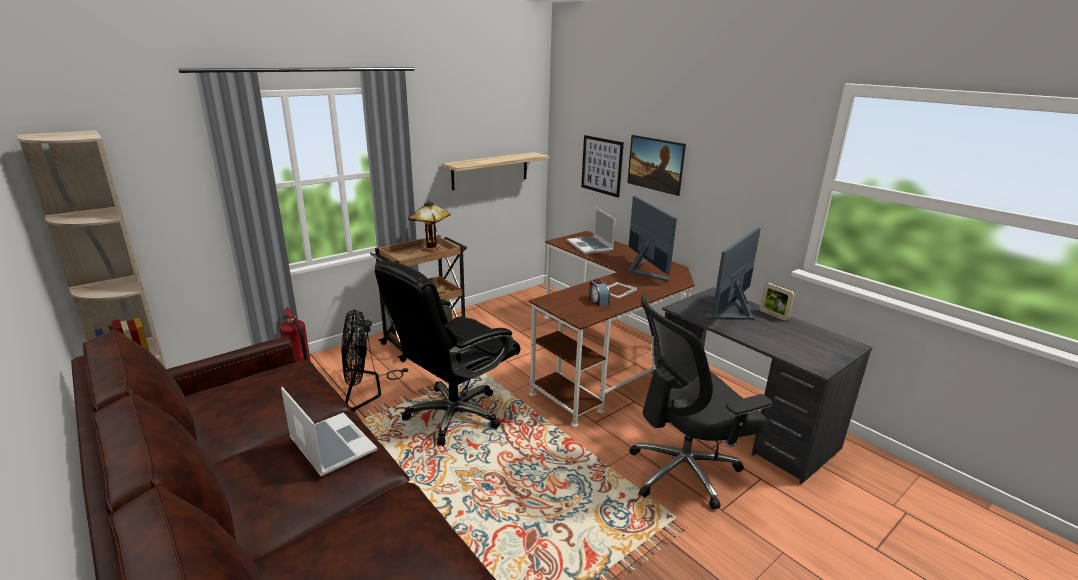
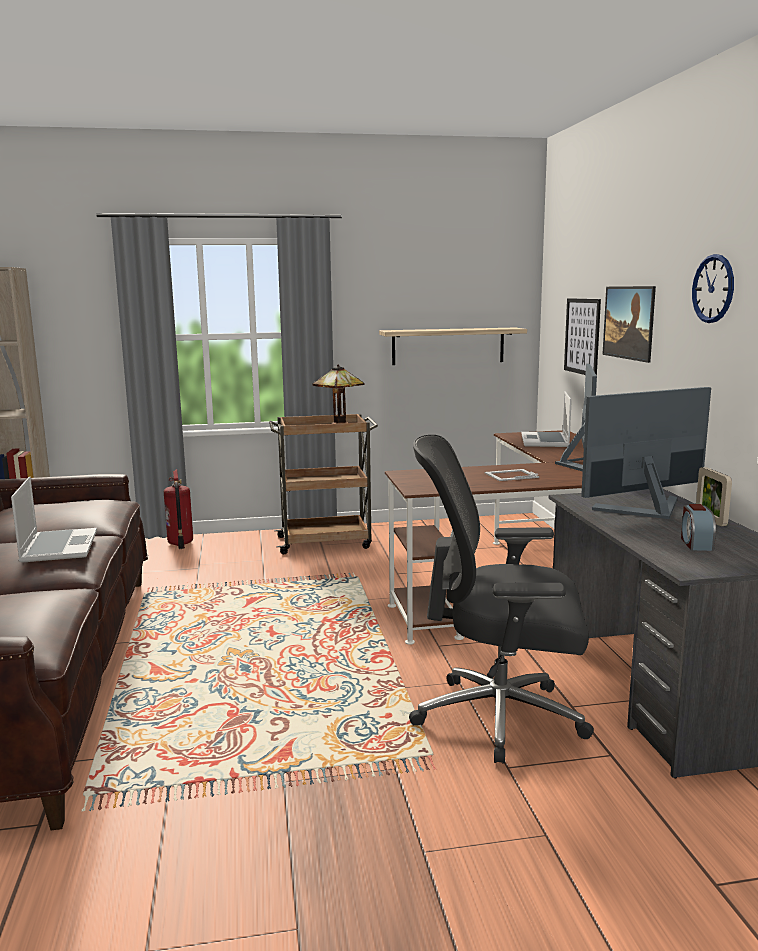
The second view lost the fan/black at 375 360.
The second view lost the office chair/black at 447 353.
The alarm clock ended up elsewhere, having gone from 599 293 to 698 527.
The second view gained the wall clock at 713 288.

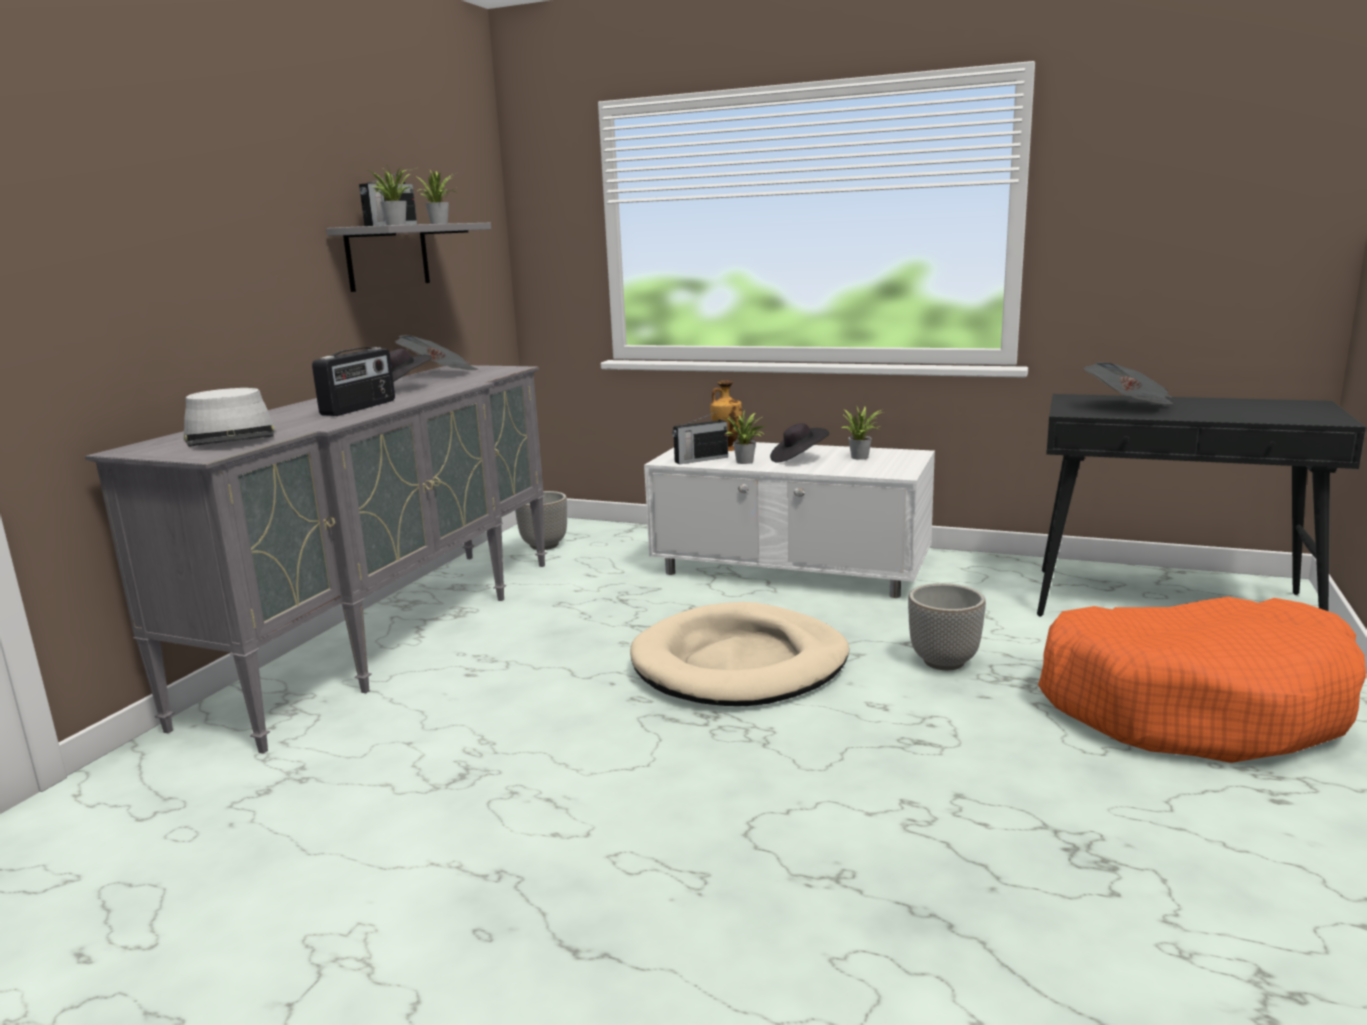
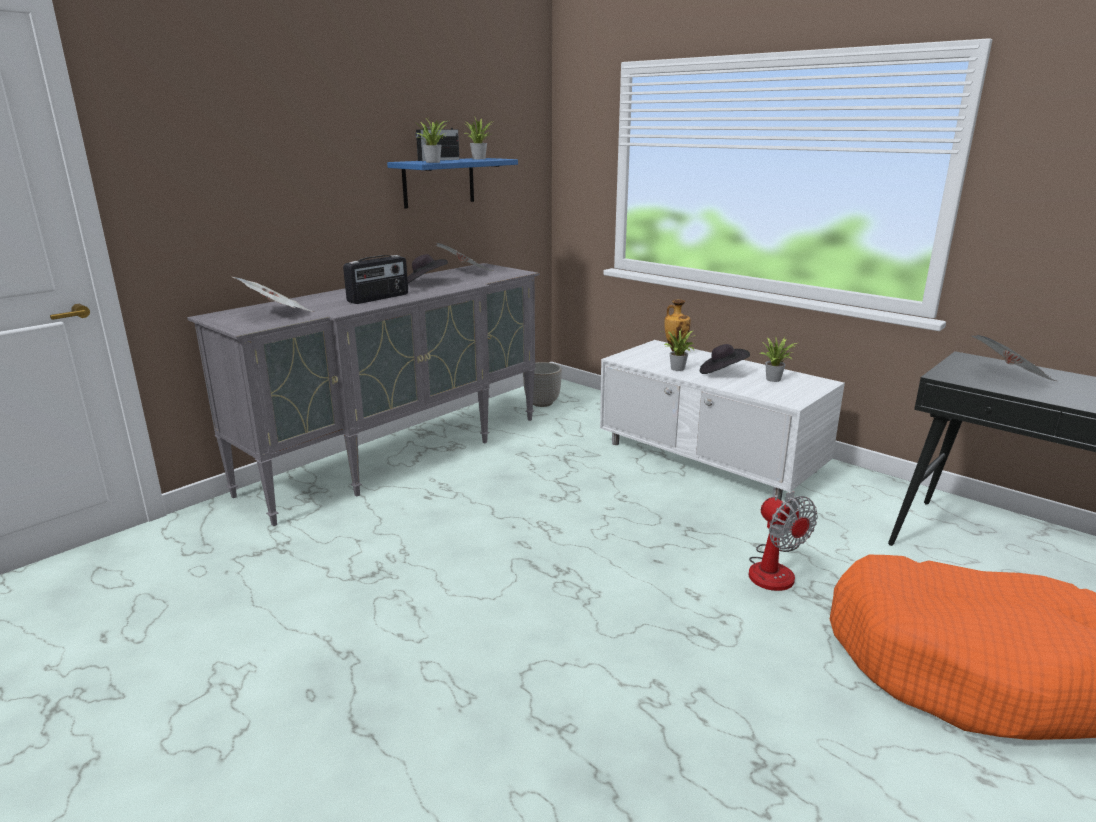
Where the hat/grey stood at 229 417, the newspaper came to stand at 273 294.
What was the shelf/grey at 408 257 turned into the shelf/blue at 452 183.
The second view lost the dog bed/beige at 739 654.
The second view lost the radio at 700 437.
Where the planter stood at 947 626, the fan came to stand at 783 541.

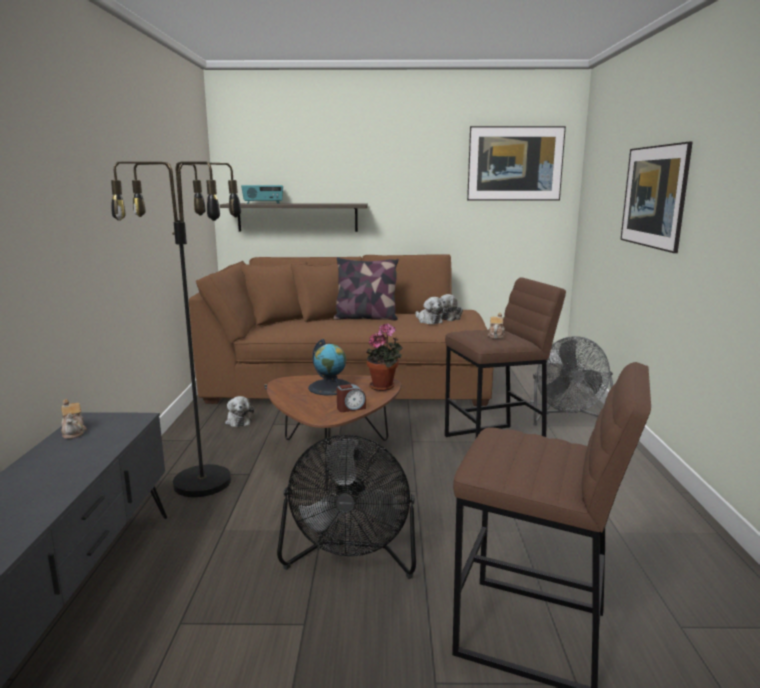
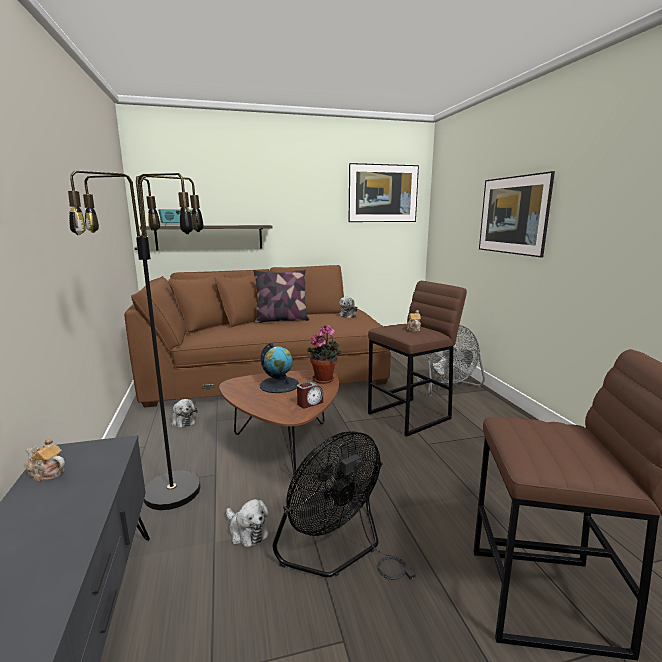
The teapot at 74 419 ended up facing another way, 150 degrees clockwise from before.
The fan/black at 346 507 ended up facing another way, 150 degrees clockwise from before.
The plush toy ended up elsewhere, having gone from 429 310 to 247 523.

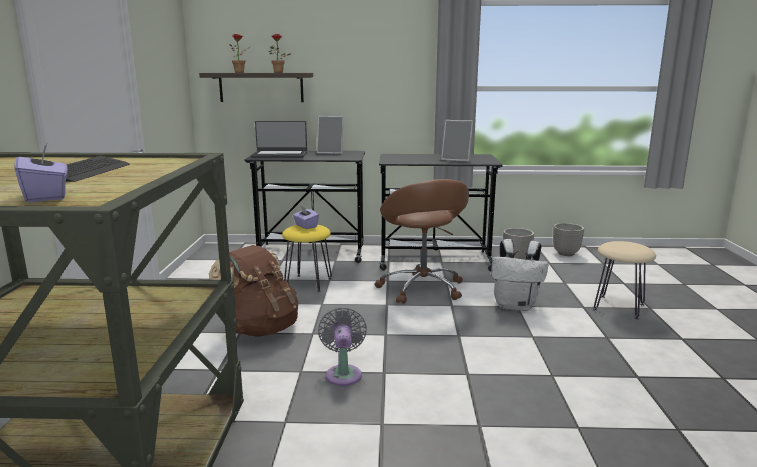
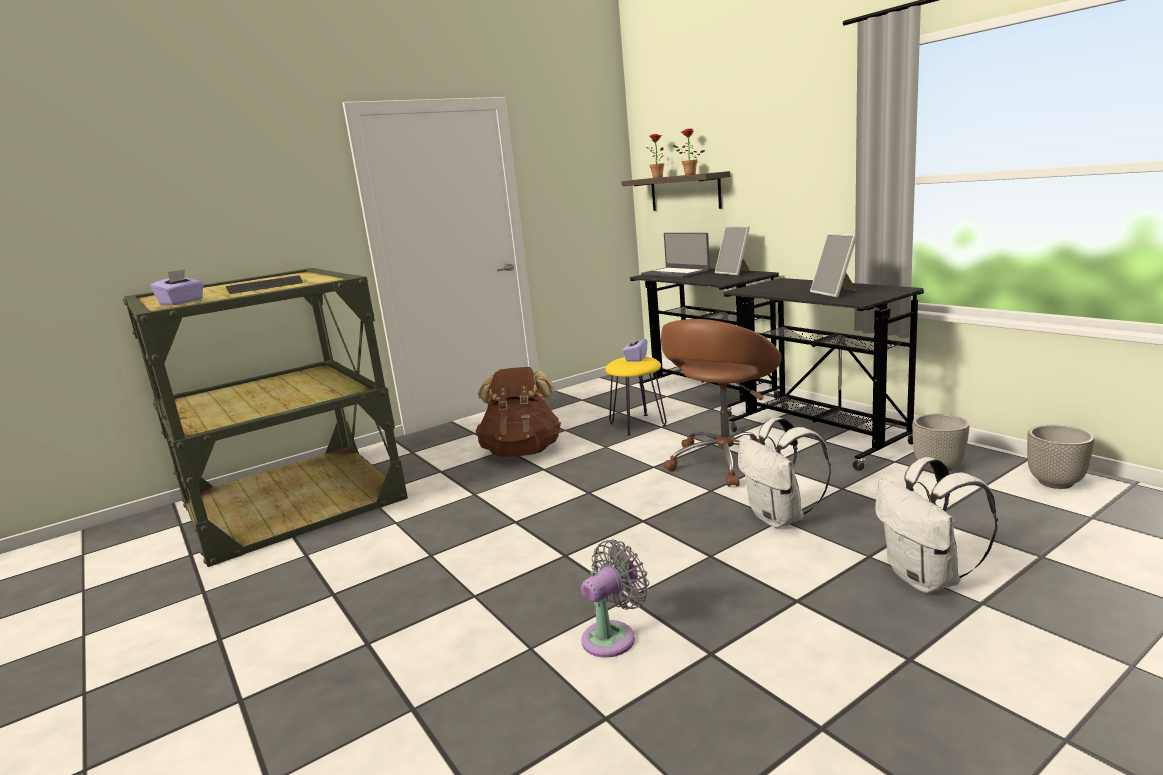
The fan/grey ended up elsewhere, having gone from 342 346 to 615 599.
Where the stool/beige stood at 624 280, the backpack/white came to stand at 936 525.

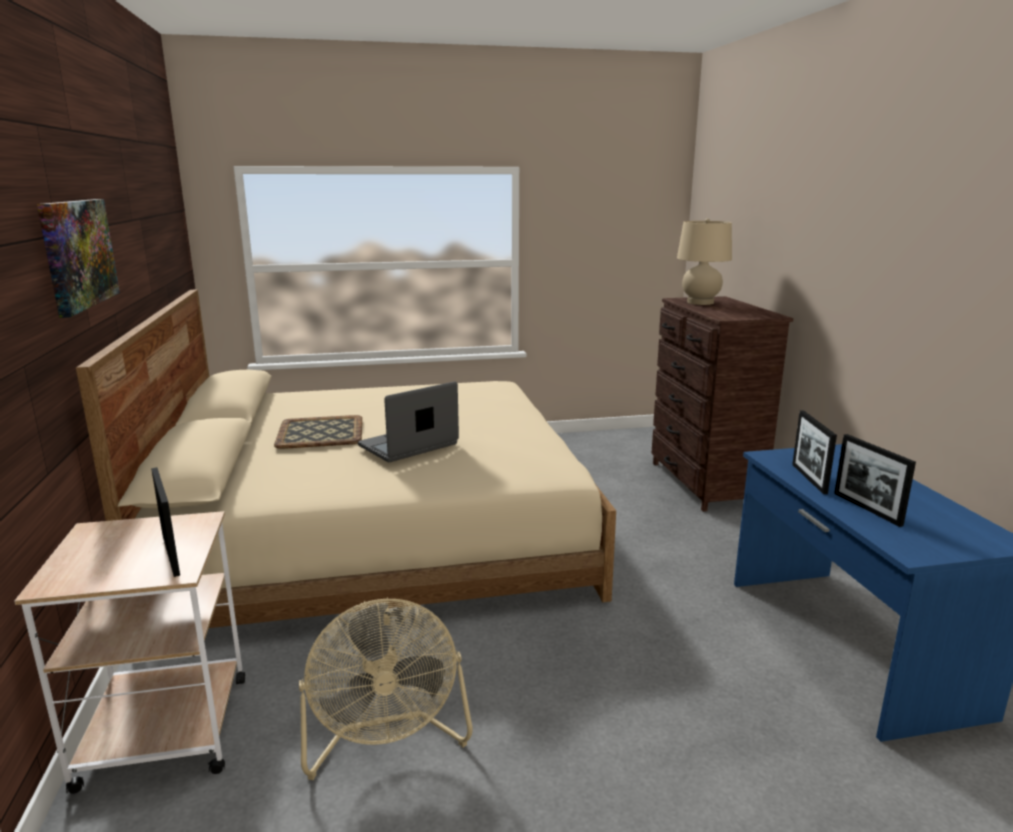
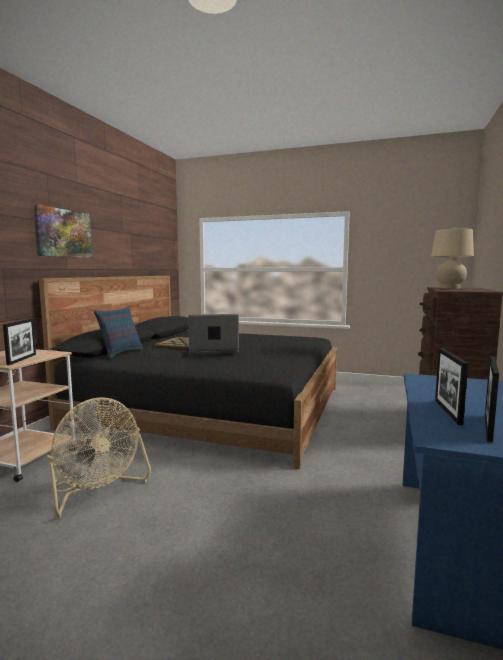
What was the bed/beige at 346 459 turned into the bed/black at 188 372.
The fan/beige at 386 688 ended up facing another way, 60 degrees counterclockwise from before.
The picture frame ended up elsewhere, having gone from 814 452 to 492 399.
The second view gained the pillow/blue at 118 333.

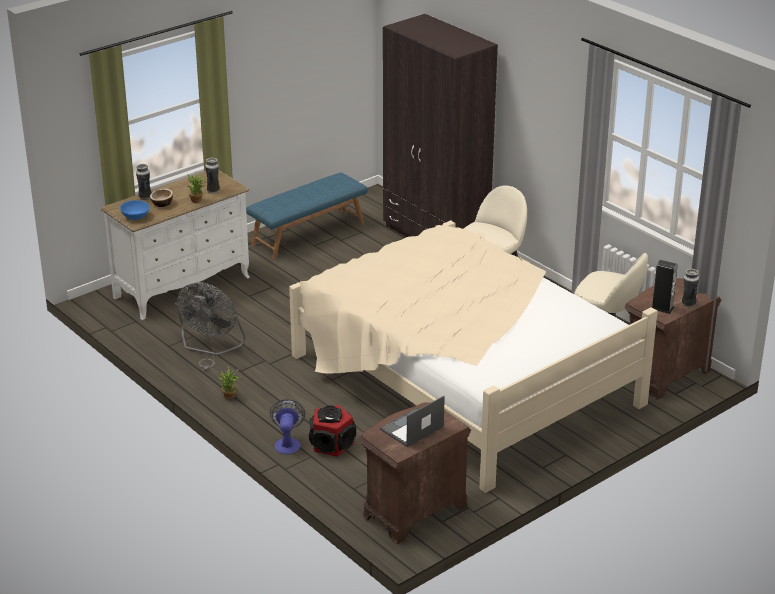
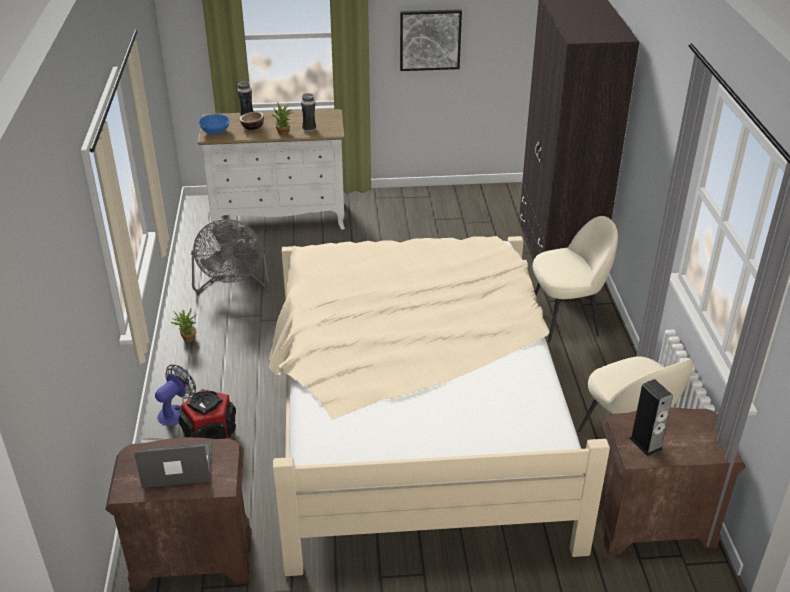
The fan/grey at 210 326 ended up facing another way, 120 degrees clockwise from before.
The second view lost the bench/blue at 307 216.
The second view lost the vase at 690 288.
The second view gained the picture at 431 40.

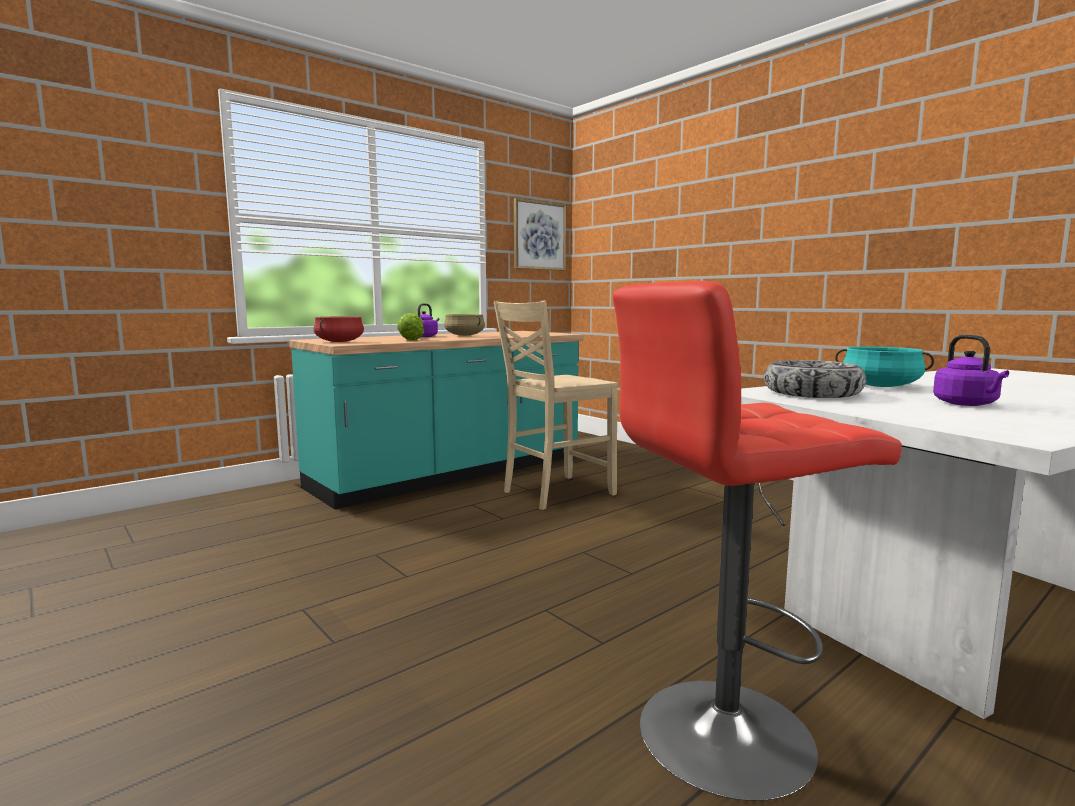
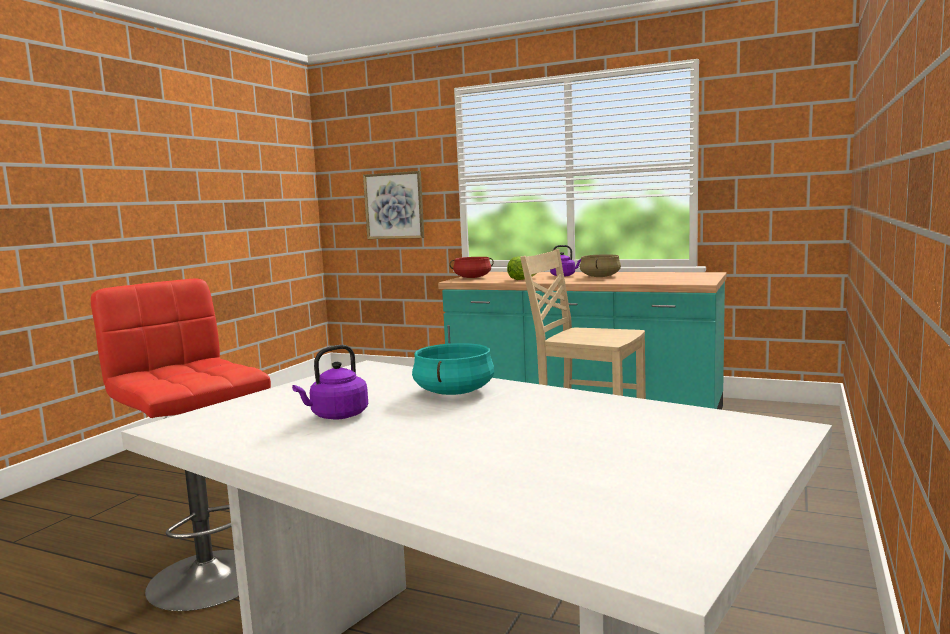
The picture ended up elsewhere, having gone from 540 234 to 393 205.
The second view lost the bowl at 815 379.

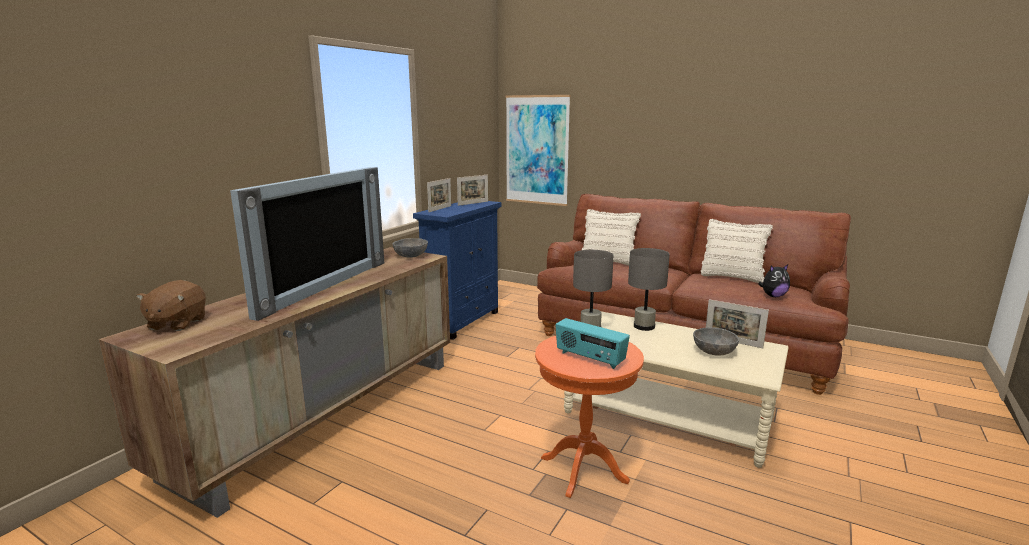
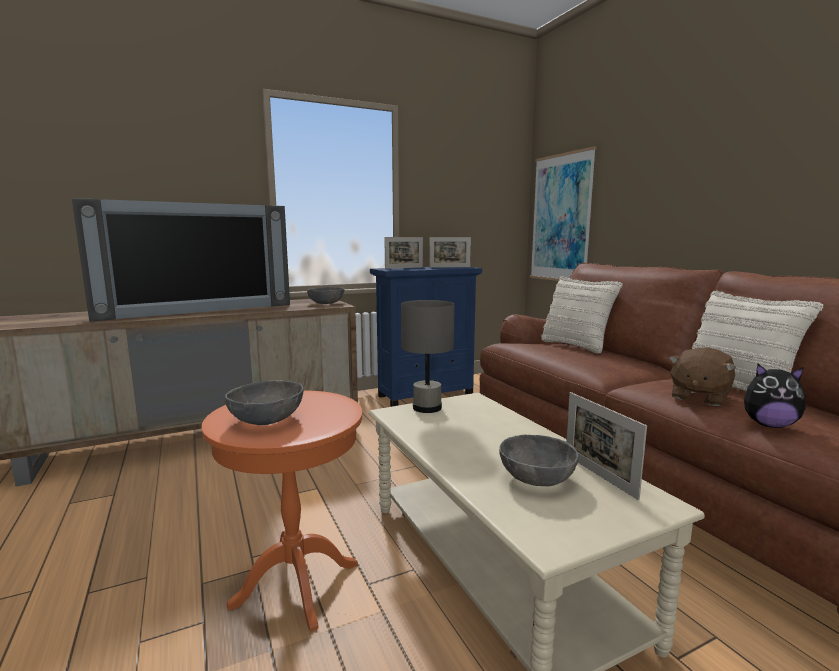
The plush toy/brown ended up elsewhere, having gone from 171 305 to 702 376.
Where the radio stood at 592 343, the bowl/grey came to stand at 264 402.
The second view lost the table lamp/grey at 649 289.

